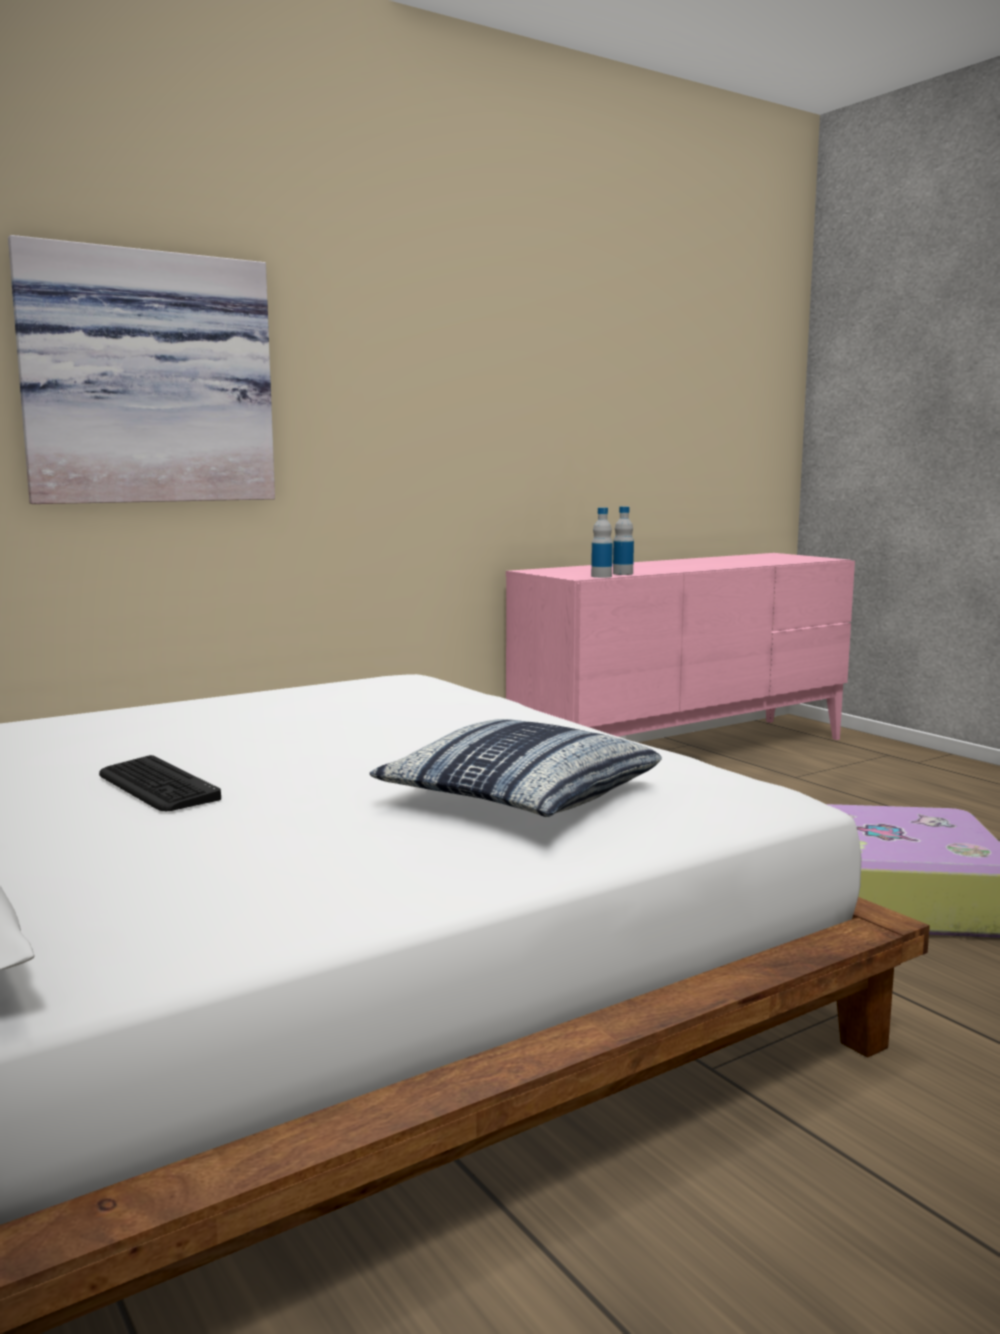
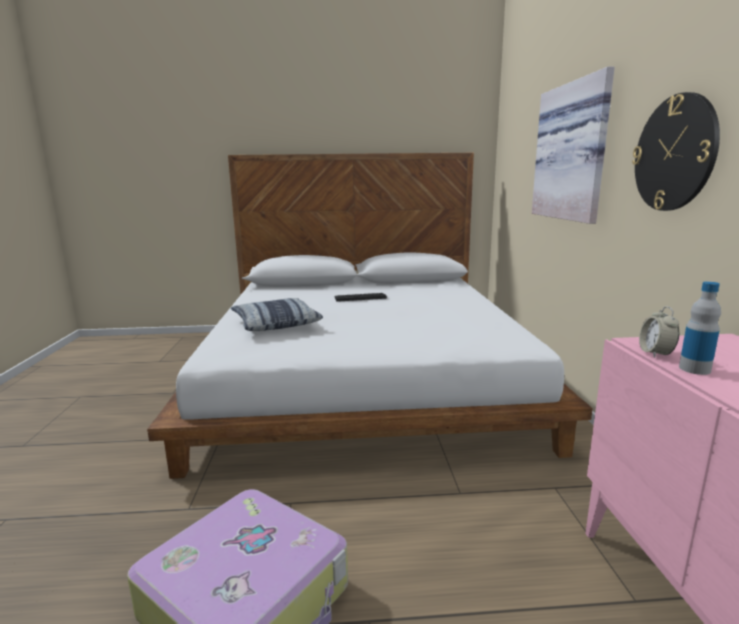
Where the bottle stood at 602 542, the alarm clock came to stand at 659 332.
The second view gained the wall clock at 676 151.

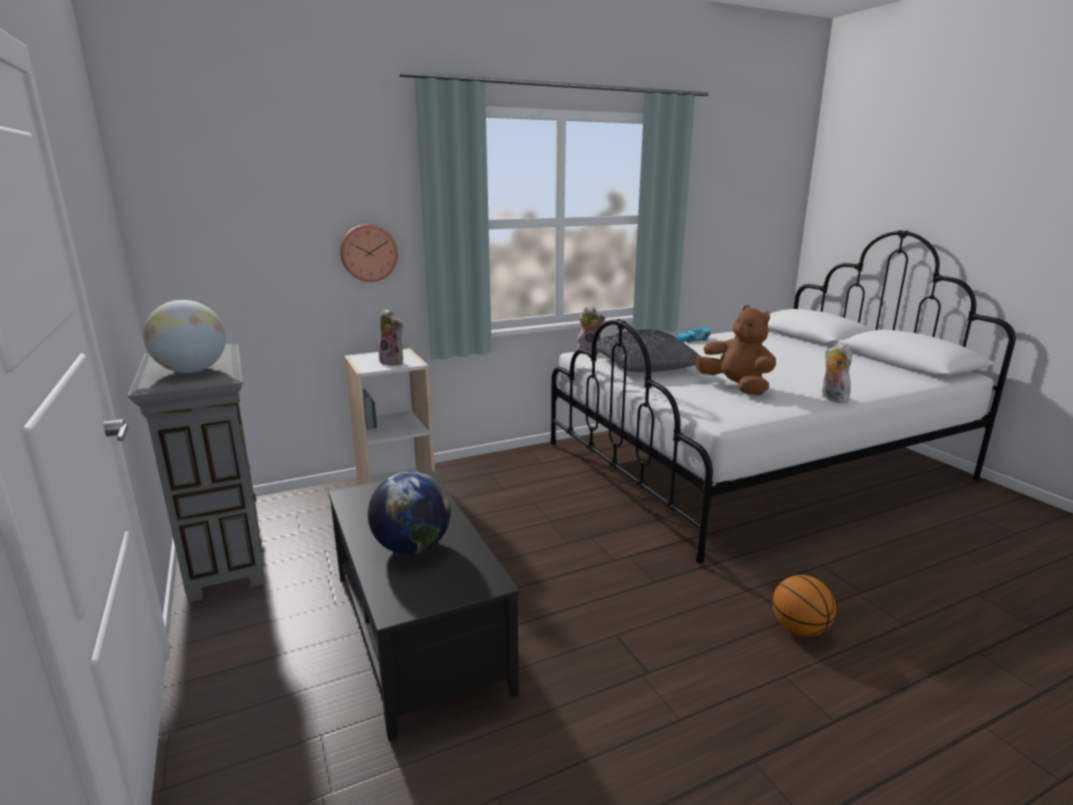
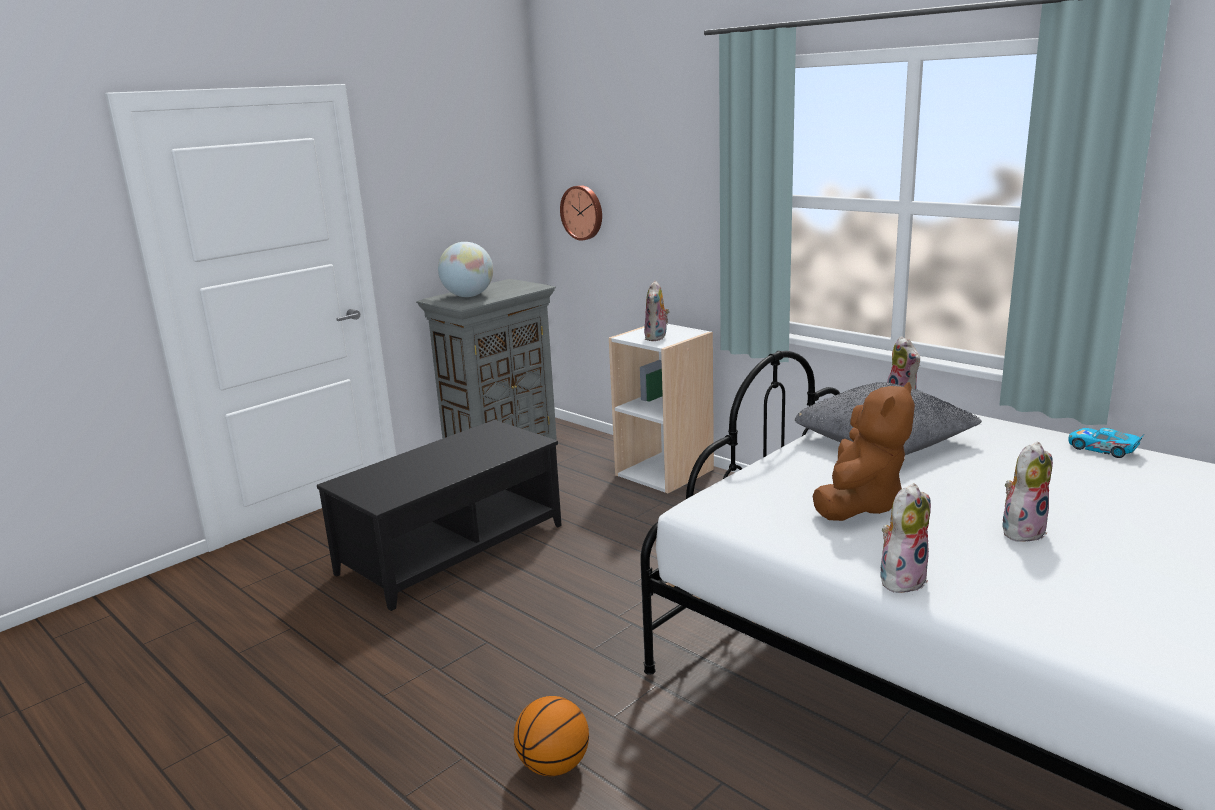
The wall clock ended up elsewhere, having gone from 369 253 to 581 213.
The second view lost the globe at 409 513.
The second view gained the plush toy at 1027 493.

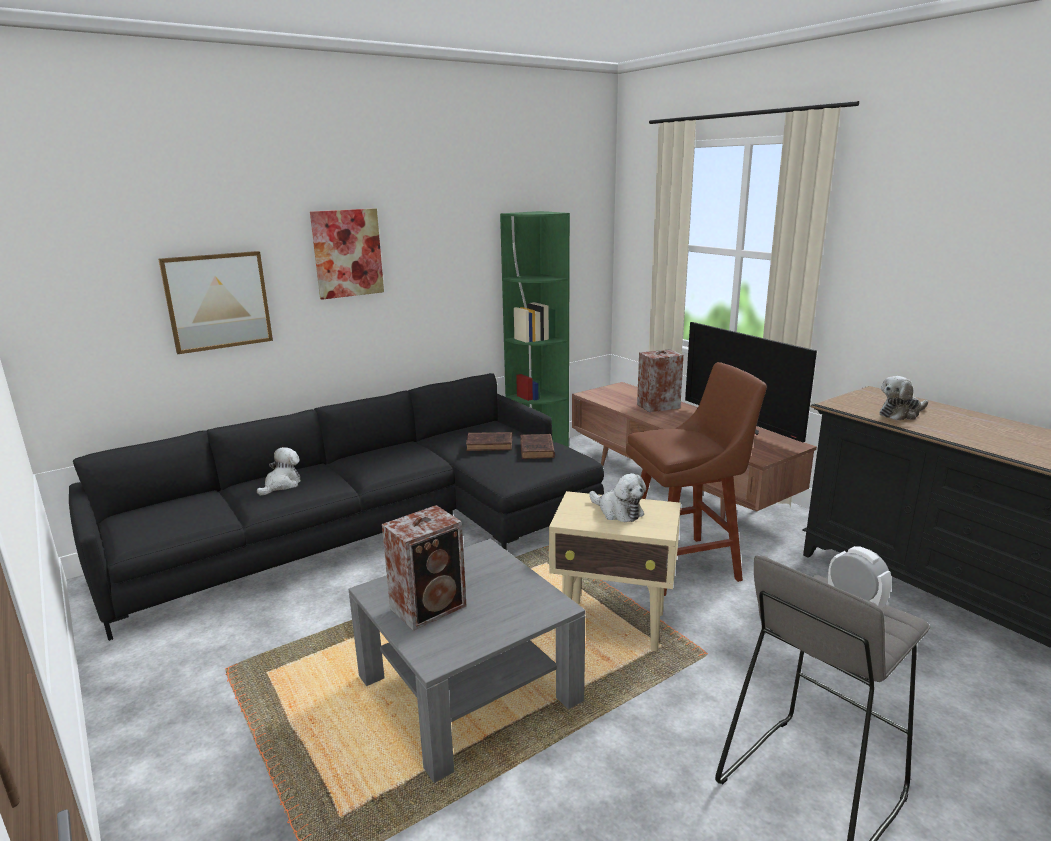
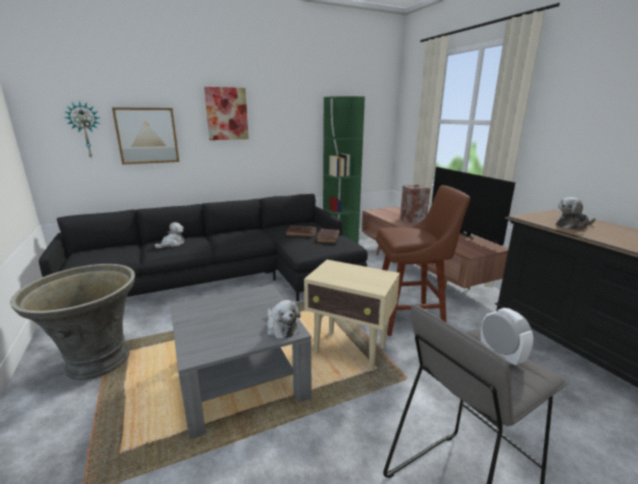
The second view lost the speaker at 424 568.
The plush toy ended up elsewhere, having gone from 617 497 to 283 319.
The second view gained the planter/grey at 72 322.
The second view gained the wall clock at 82 129.

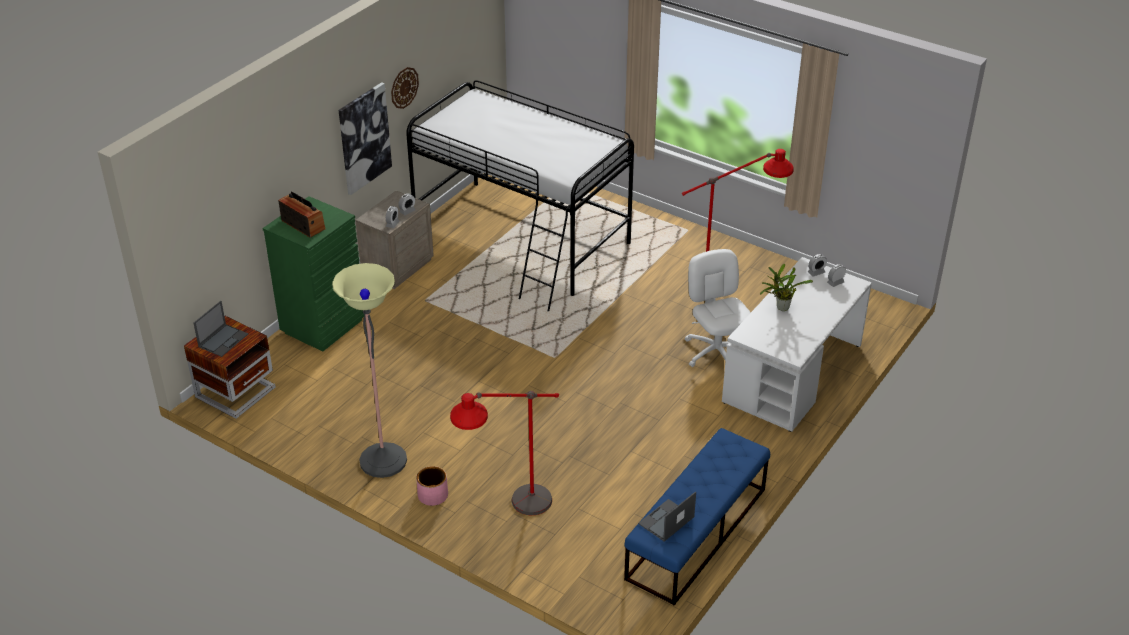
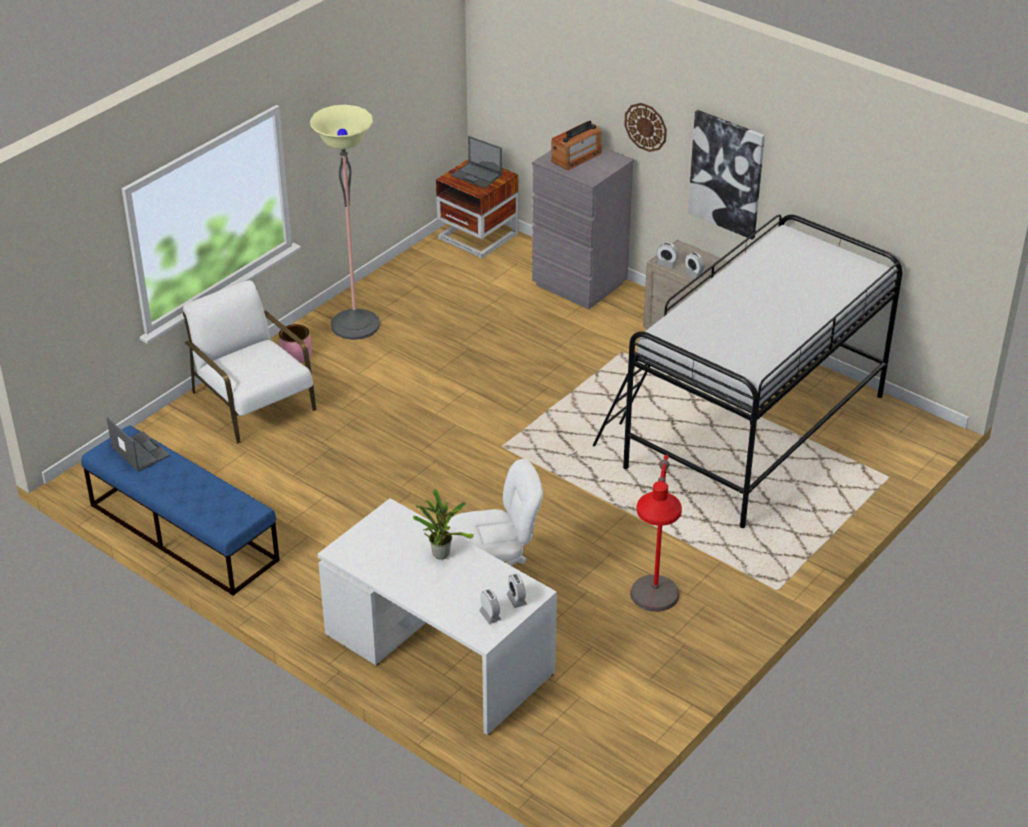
What was the dresser/green at 313 274 turned into the dresser/grey at 583 228.
The wall clock ended up elsewhere, having gone from 405 88 to 645 127.
Where the floor lamp/red stood at 504 453, the armchair/white came to stand at 249 362.

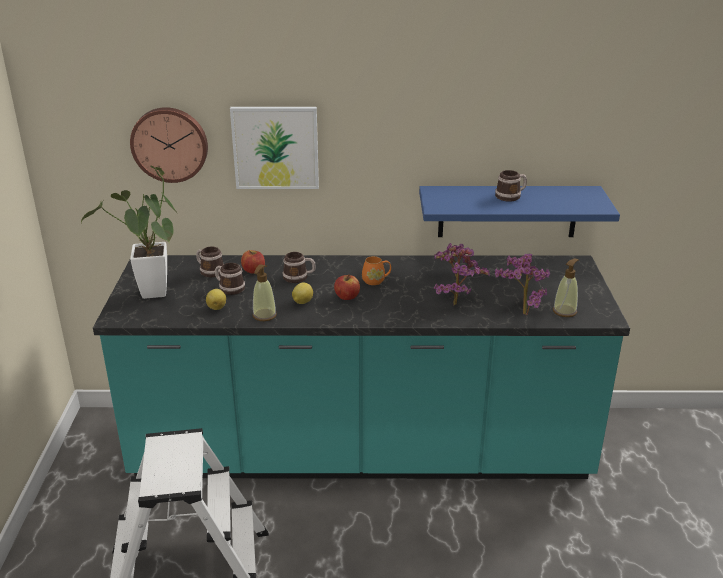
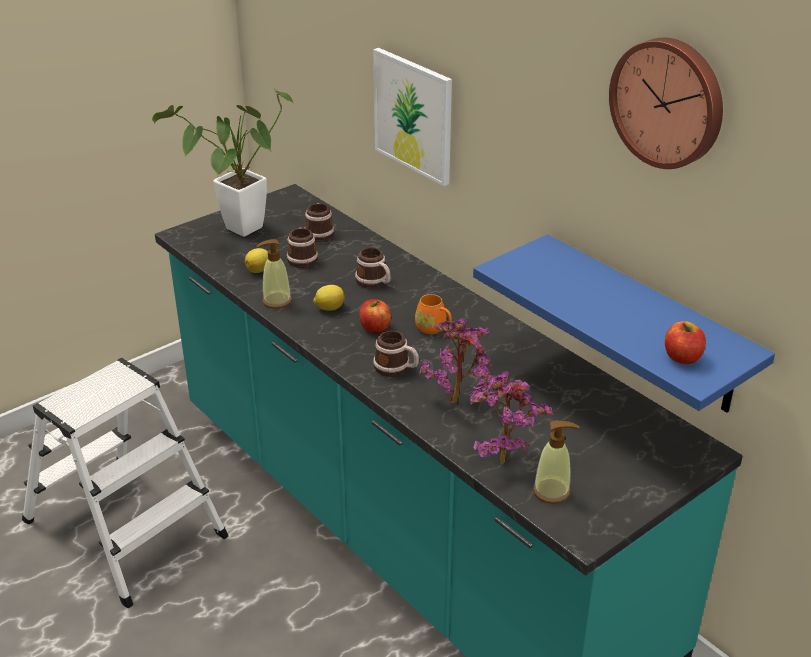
The wall clock ended up elsewhere, having gone from 169 145 to 666 103.
The apple ended up elsewhere, having gone from 253 262 to 685 342.
The mug ended up elsewhere, having gone from 511 186 to 396 354.

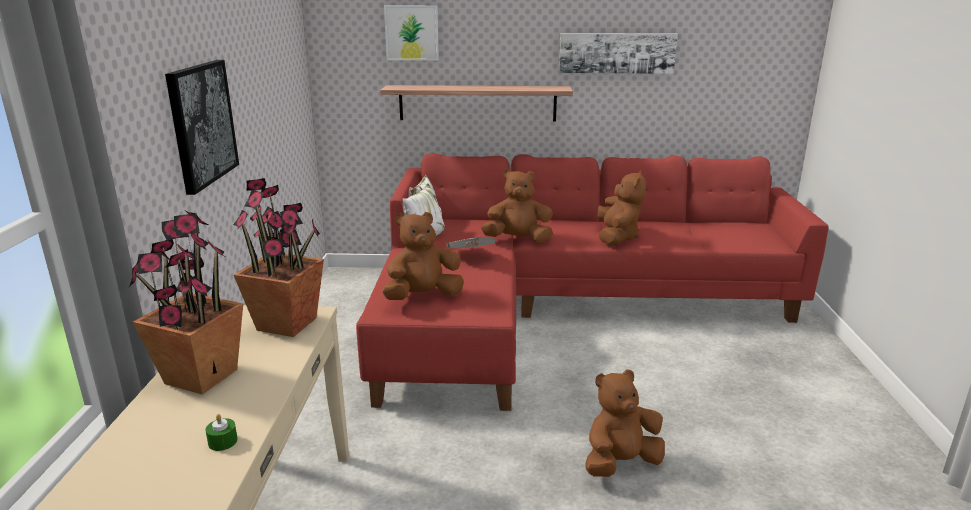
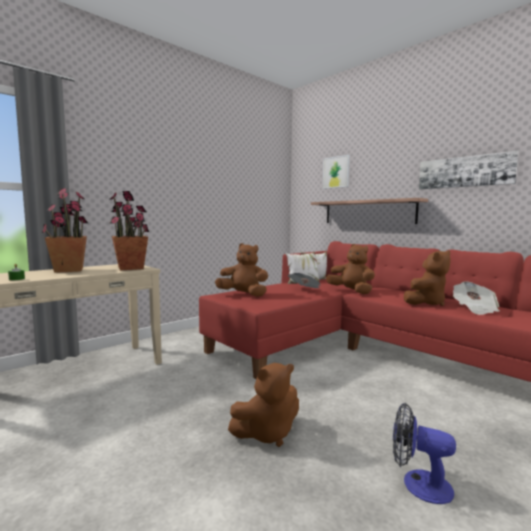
The second view lost the picture at 202 127.
The plush toy/brown at 625 423 ended up facing another way, 135 degrees clockwise from before.
The second view gained the fan at 424 453.
The second view gained the newspaper at 476 298.

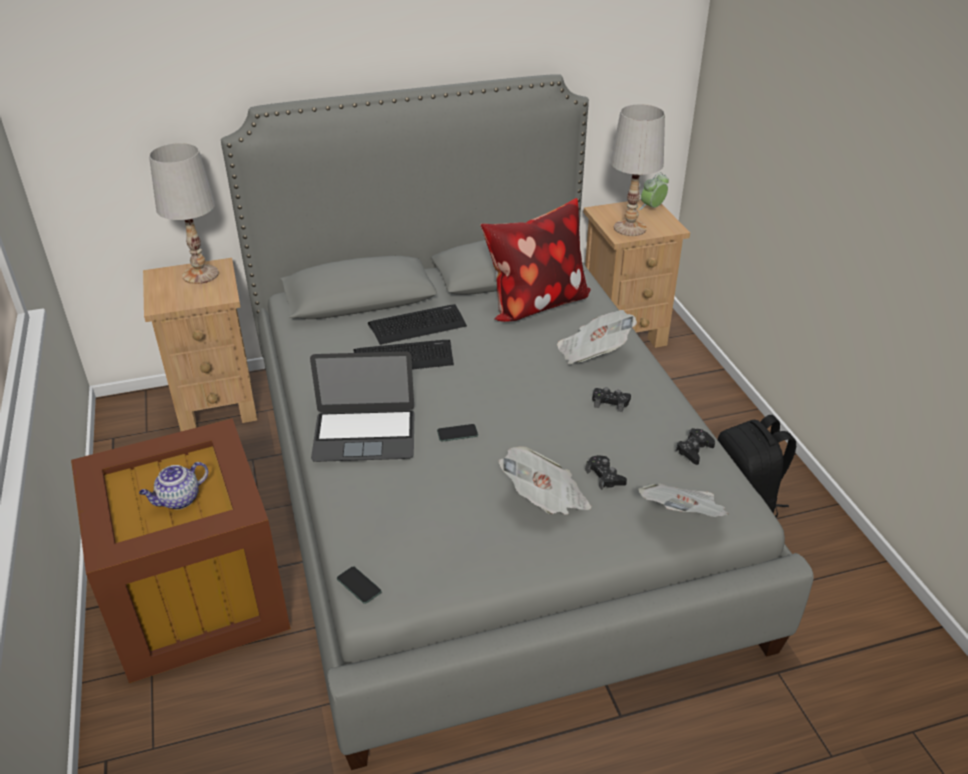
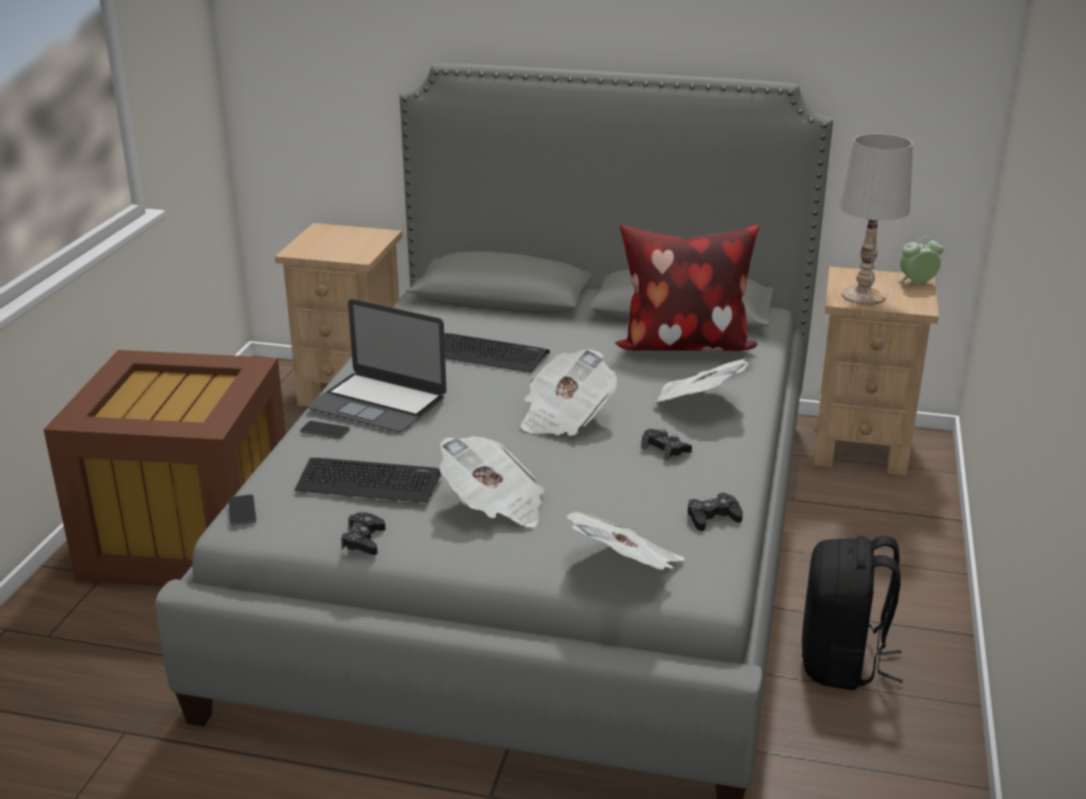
The second view lost the teapot at 173 485.
The second view lost the table lamp/white at 184 213.
The keyboard ended up elsewhere, having gone from 417 324 to 368 480.
The phone ended up elsewhere, having gone from 457 433 to 325 430.
The game controller/black ended up elsewhere, having gone from 606 472 to 363 533.
The second view gained the newspaper at 569 392.

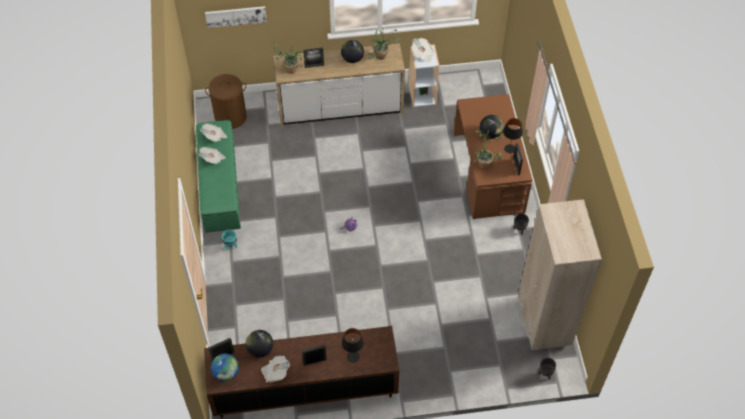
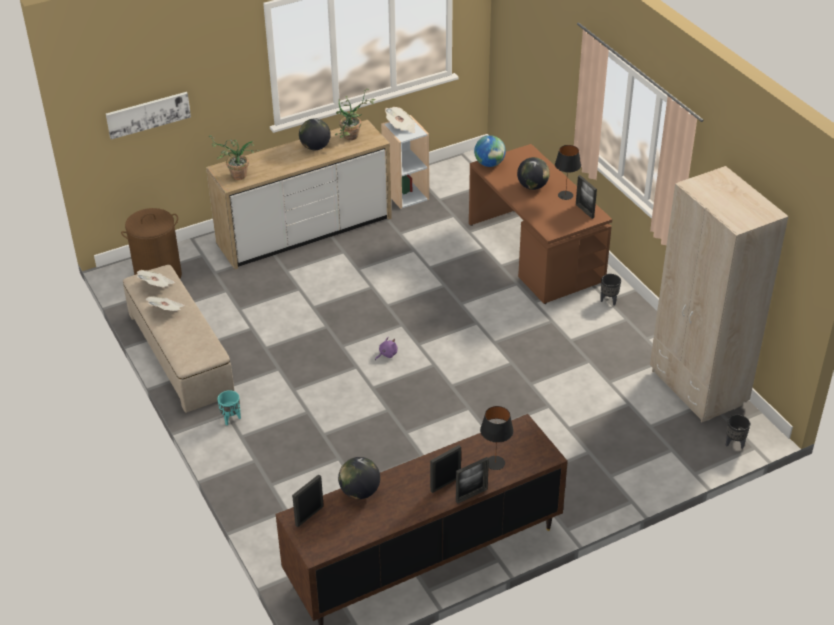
What was the bench/green at 218 176 turned into the bench/beige at 178 339.
The globe ended up elsewhere, having gone from 225 367 to 490 151.
The second view lost the newspaper at 275 369.
The picture frame ended up elsewhere, having gone from 313 57 to 472 480.
The second view lost the potted plant at 489 149.

